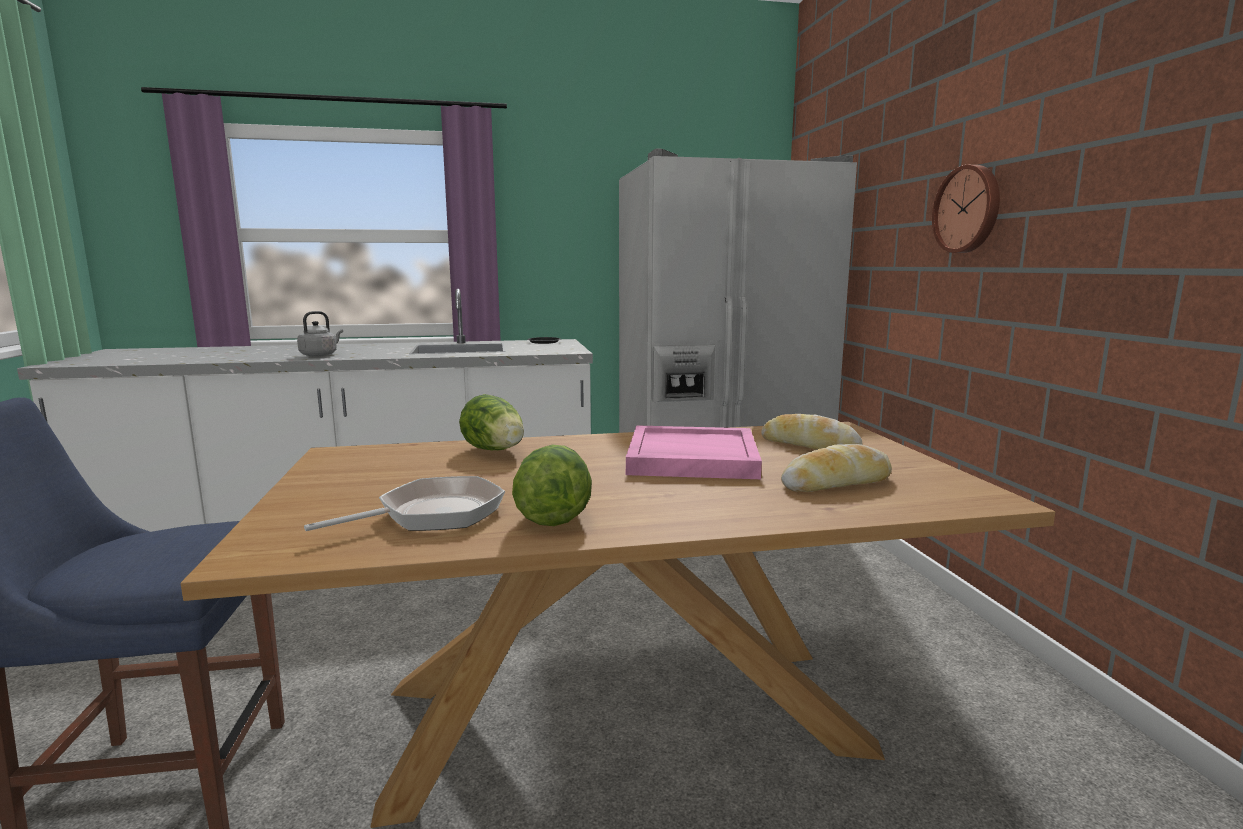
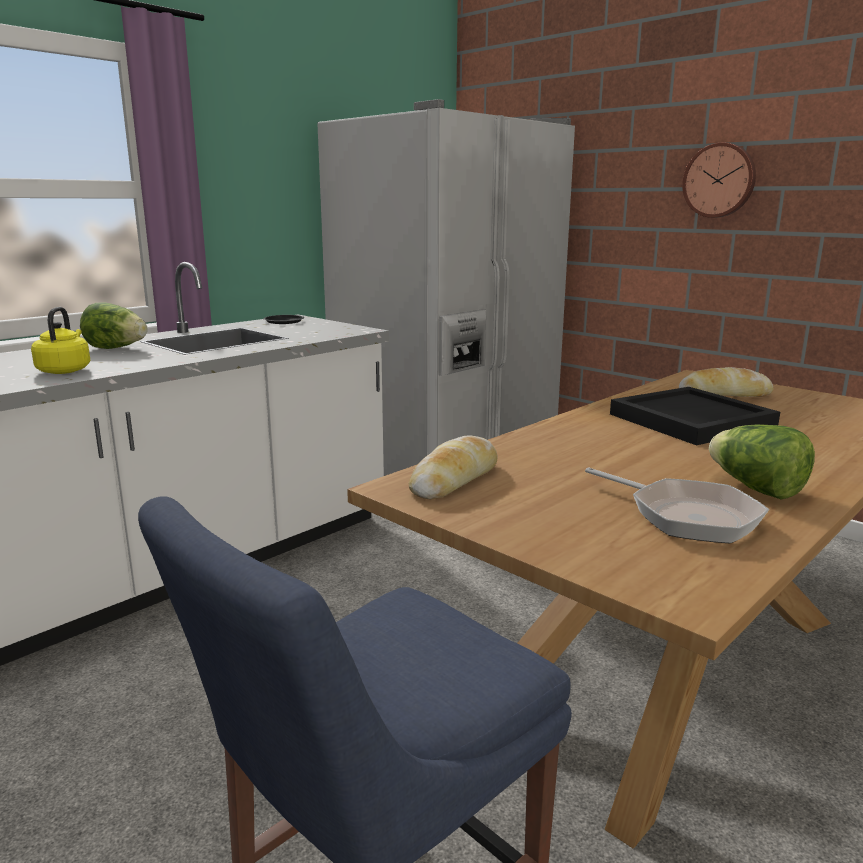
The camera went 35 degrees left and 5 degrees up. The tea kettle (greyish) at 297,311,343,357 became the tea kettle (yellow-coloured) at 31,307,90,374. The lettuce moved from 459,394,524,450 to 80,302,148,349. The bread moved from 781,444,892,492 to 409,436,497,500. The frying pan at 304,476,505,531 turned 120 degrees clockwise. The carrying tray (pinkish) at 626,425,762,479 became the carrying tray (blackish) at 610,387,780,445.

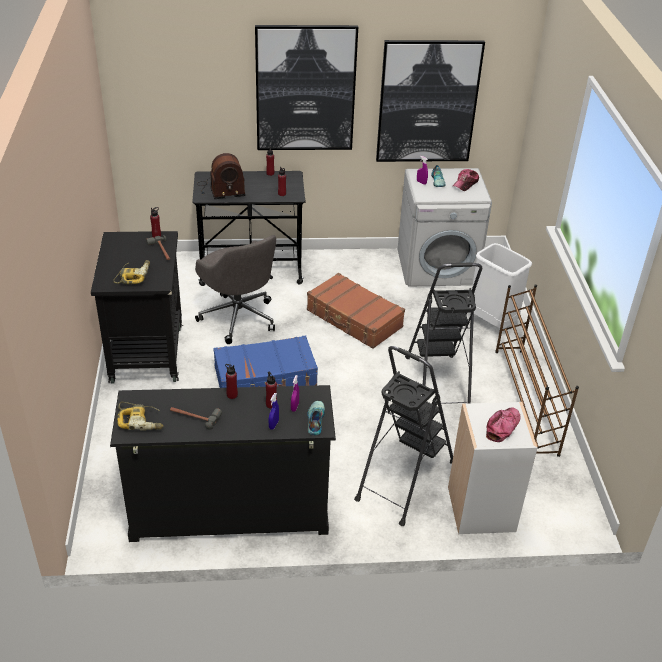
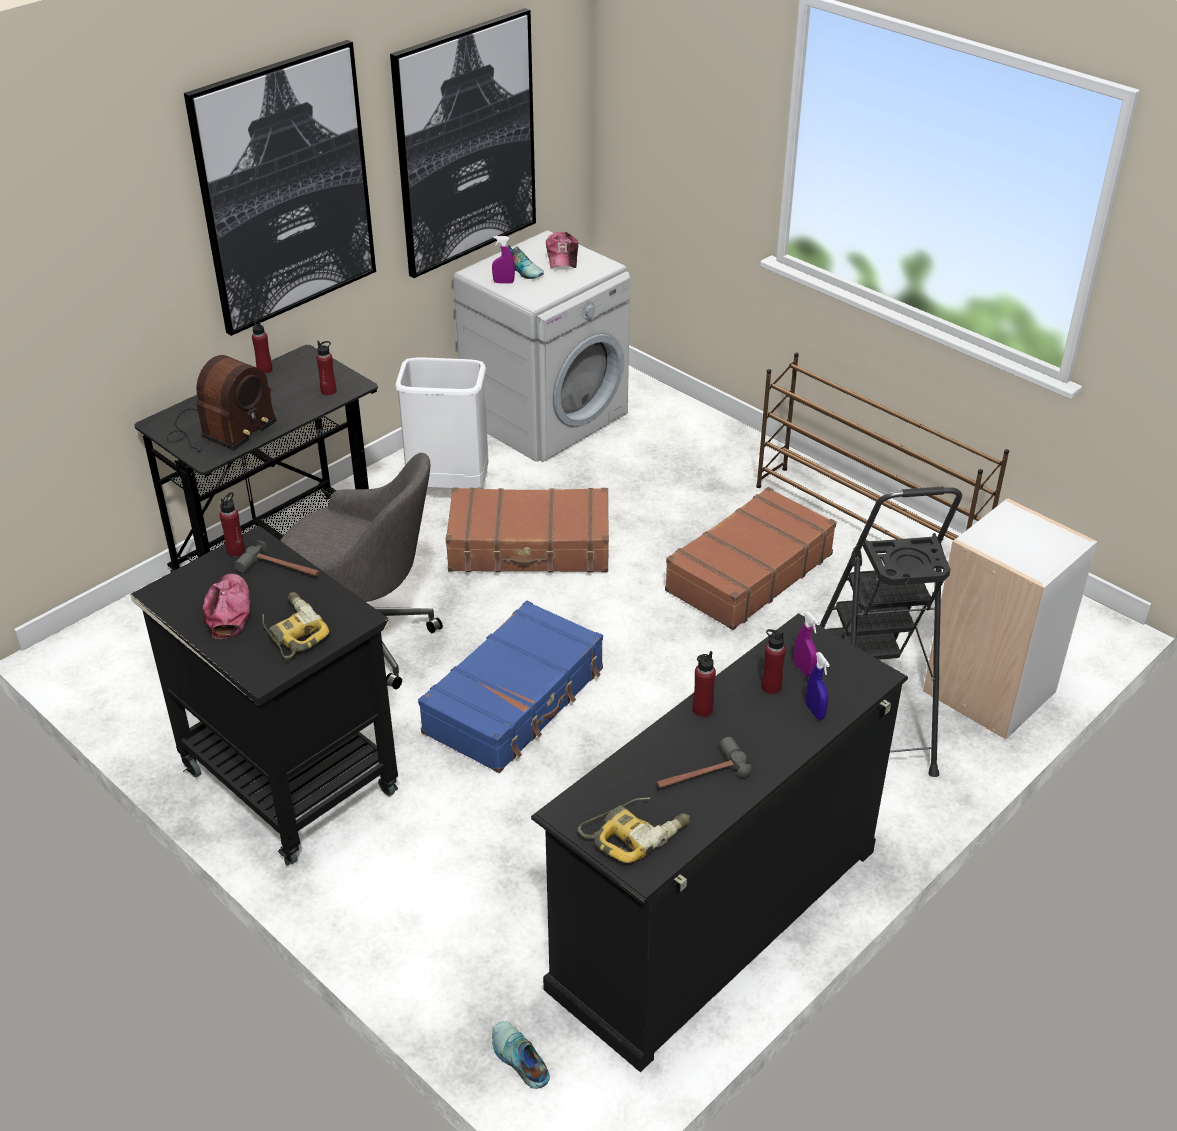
The camera went 40 degrees left and 0 degrees up. The baseball cap moved from 486,408,520,442 to 202,574,250,639. The trash can (white-coloured) moved from 469,243,532,328 to 395,358,489,488. The low shoe moved from 307,401,325,435 to 492,1021,550,1089. The step stool at 405,262,482,404 was replaced by the suitcase (brown) at 665,487,837,630.

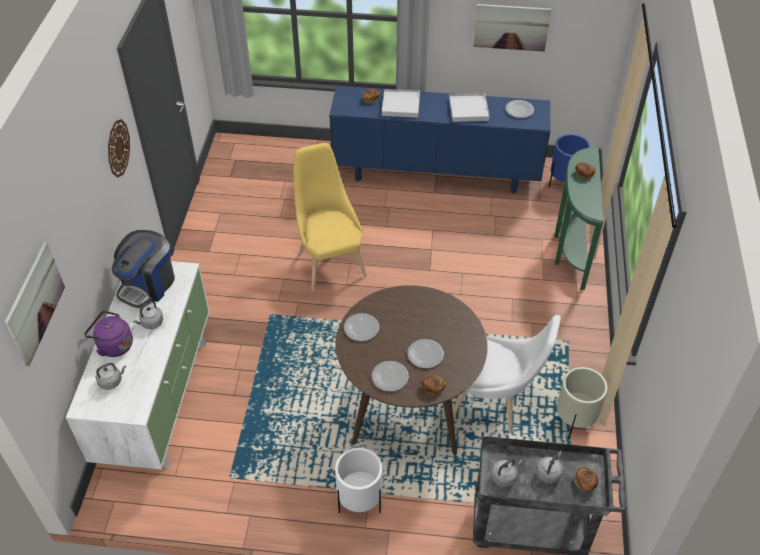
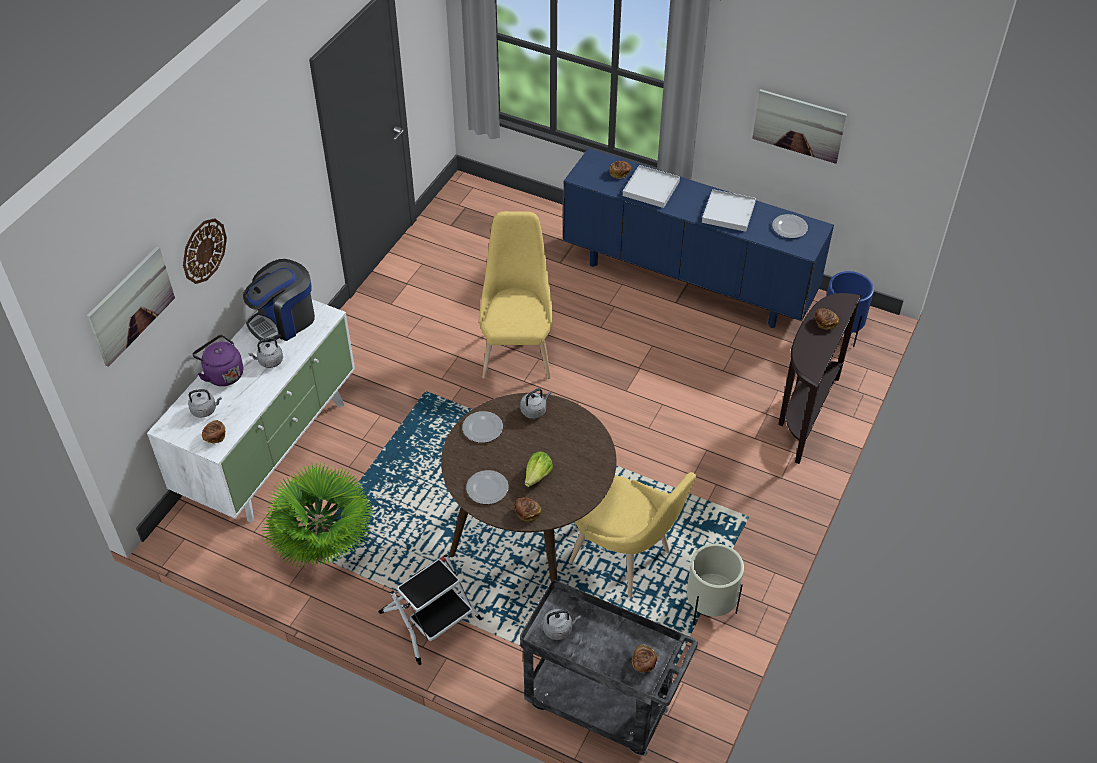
The camera went 20 degrees right and 0 degrees up. The clock on the wall moved from 108,119,130,178 to 183,218,227,284. The bread at 202,420,225,444 appeared. The potted plant at 262,463,374,568 appeared. The planter (white-coloured) at 335,448,383,513 was replaced by the step stool at 378,554,482,665. The tea kettle (greyish) moved from 536,451,563,484 to 520,388,551,419. The dinner plate at 407,339,444,368 was replaced by the lettuce at 525,451,553,487. The chair (white-coloured) at 453,315,561,432 became the chair (yellow-coloured) at 569,472,696,598. The narrow table (green) at 555,147,604,290 became the narrow table (brown) at 778,293,862,464.

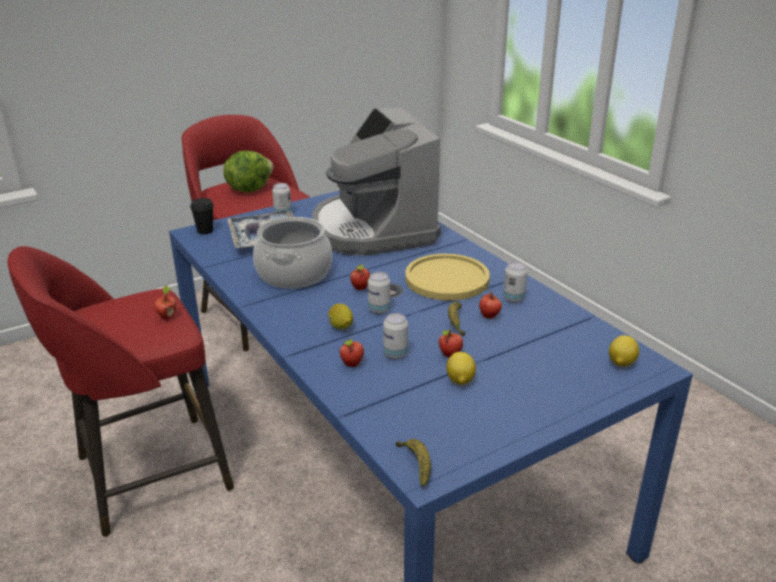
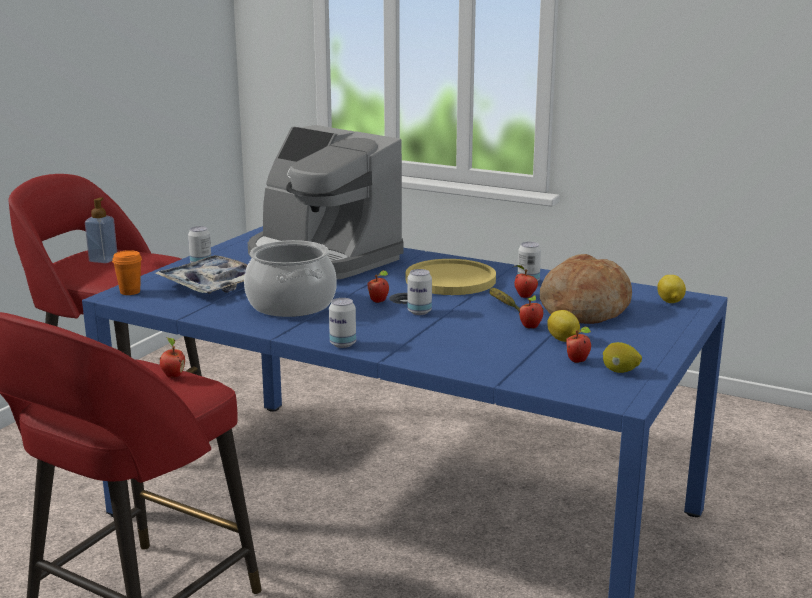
The camera went 30 degrees left and 10 degrees down. The lettuce at 223,151,273,192 was replaced by the soap dispenser at 85,197,117,263. The drinking cup (blackish) at 190,198,214,234 became the drinking cup (orange) at 112,250,142,295. The metal can moved from 383,313,408,359 to 329,298,356,348. The bread at 540,254,632,324 appeared. The apple fruit moved from 339,339,364,367 to 566,326,591,363. The citrus fruit moved from 328,304,353,329 to 603,342,642,373. The banana at 395,439,431,487 disappeared.

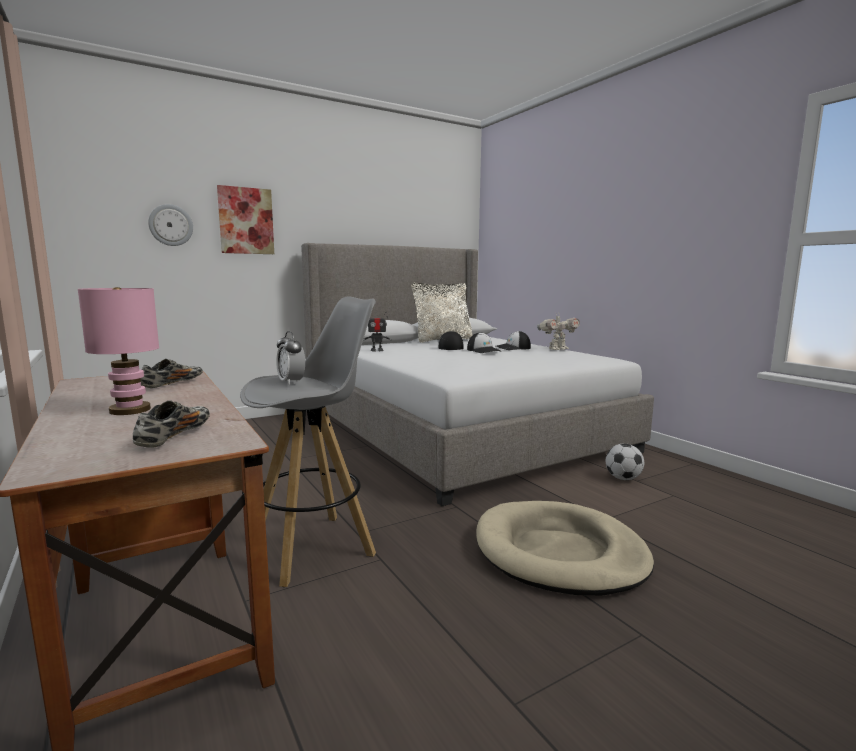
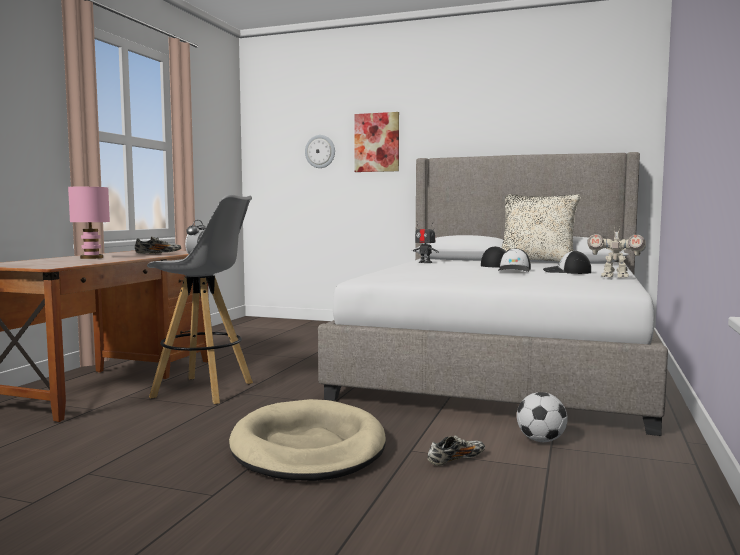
The camera went 50 degrees right and 5 degrees down. The low shoe moved from 133,401,210,448 to 428,435,485,466.

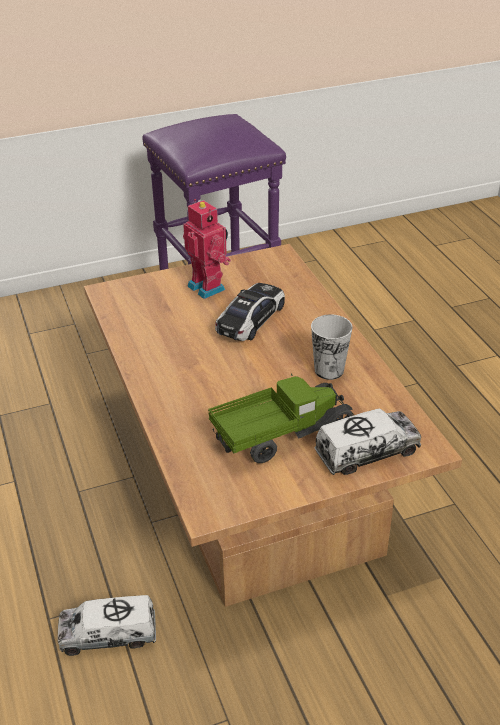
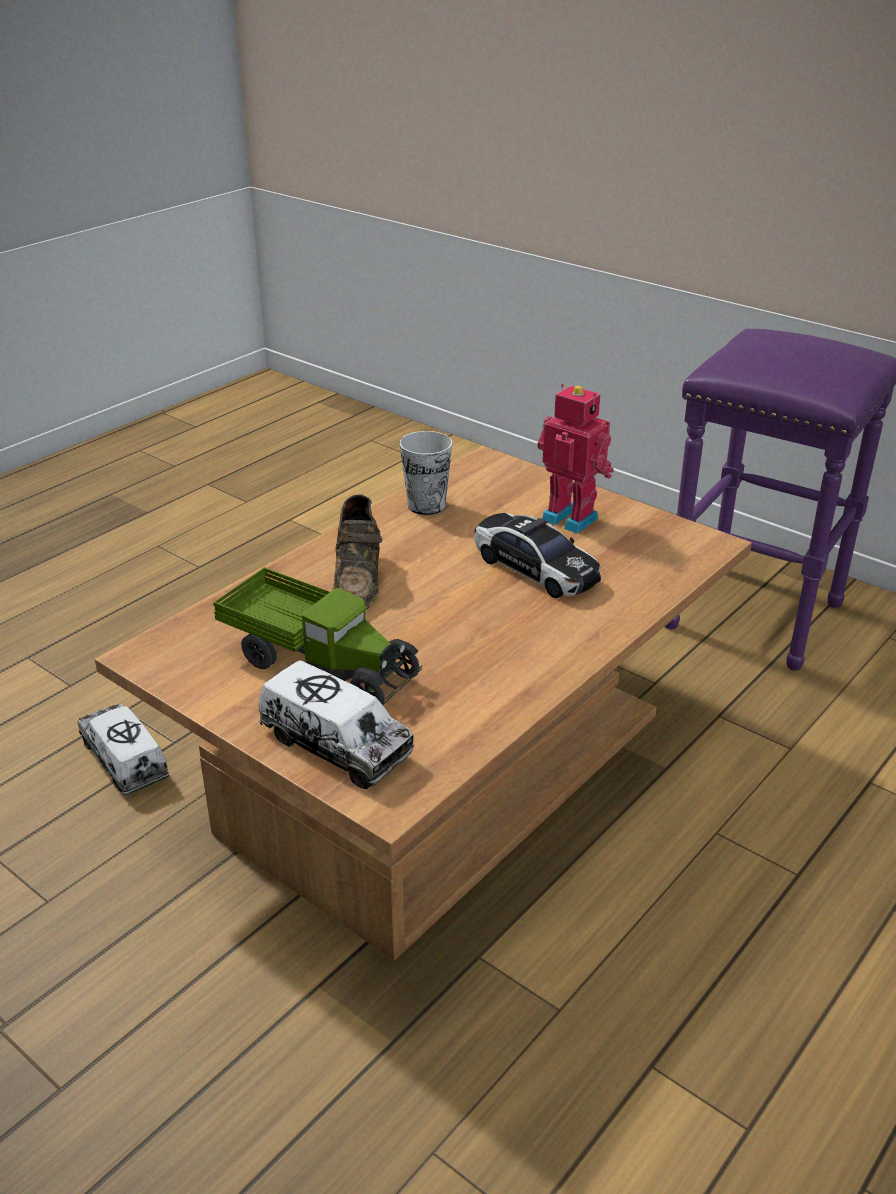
The camera went 60 degrees right and 5 degrees down. The low shoe (brown) at 333,495,383,609 appeared. The drinking cup moved from 311,315,353,380 to 399,431,452,515. The model car at 215,283,285,341 turned 45 degrees clockwise. The toy robot at 183,199,231,299 turned 75 degrees counterclockwise.

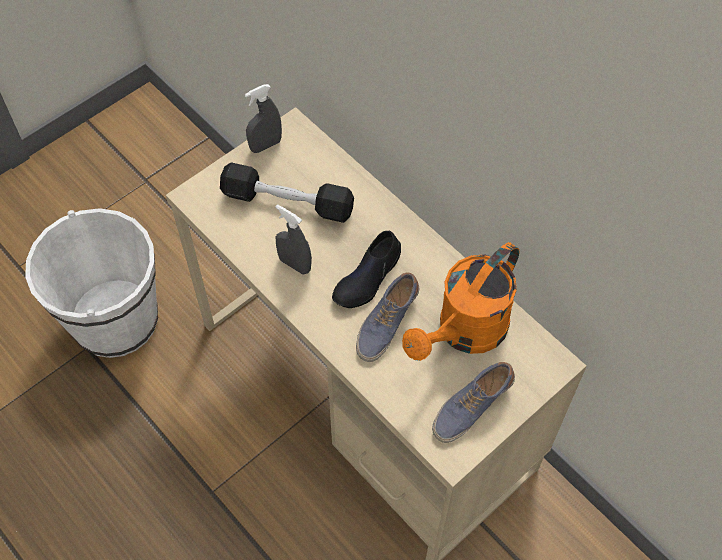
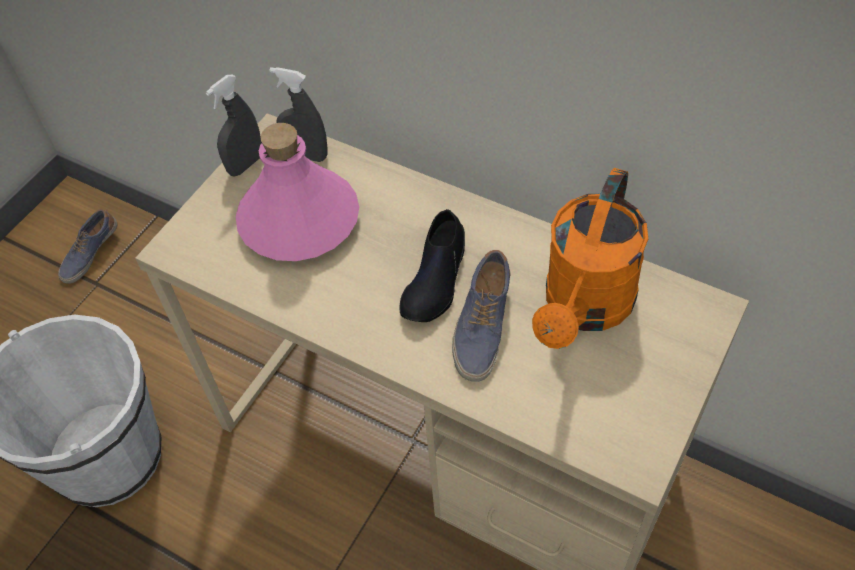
The camera went 15 degrees left and 5 degrees down. The low shoe moved from 432,362,515,443 to 58,209,118,284. The dumbbell (blackish) at 220,163,354,223 was replaced by the bottle (pinkish) at 236,123,359,261. The spray bottle (greyish) moved from 275,204,312,275 to 270,67,328,162.

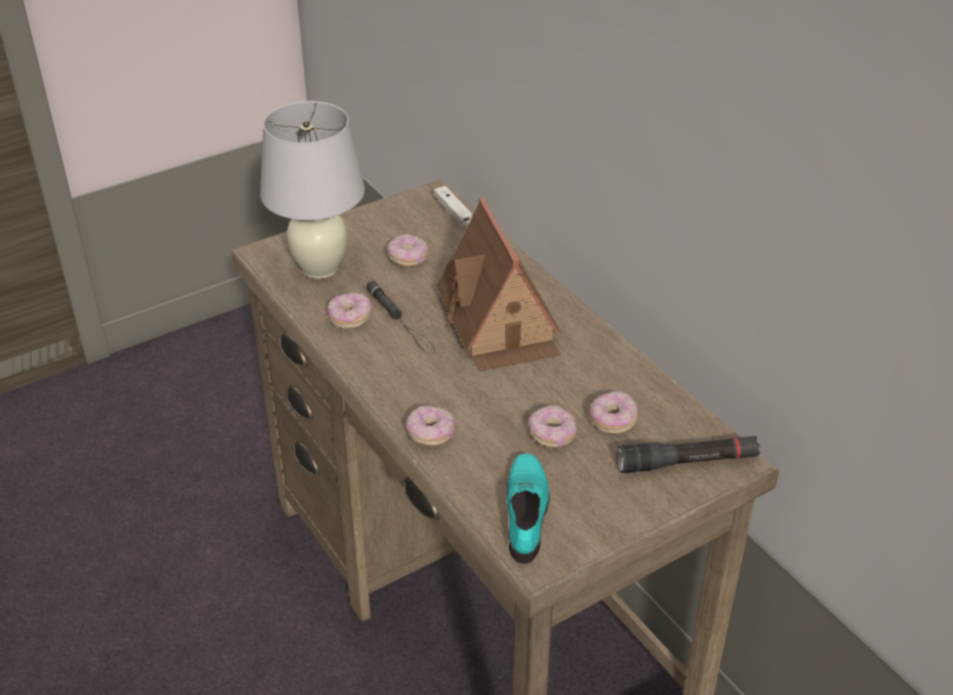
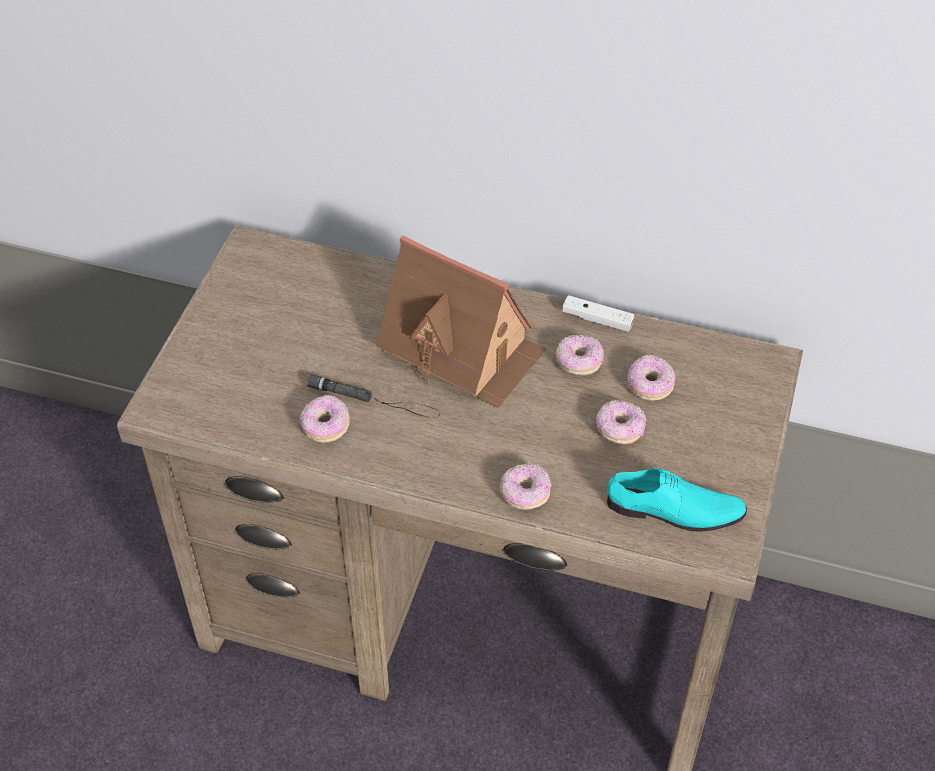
The camera went 40 degrees left and 10 degrees up. The donut moved from 387,234,428,267 to 556,335,604,375. The joypad (white-coloured) moved from 434,186,472,226 to 562,295,634,332. The low shoe (turquoise-coloured) at 507,453,550,564 turned 135 degrees clockwise. The tabletop lamp (white-coloured) at 260,101,365,279 disappeared. The torch (blackish) at 617,436,760,473 disappeared.

